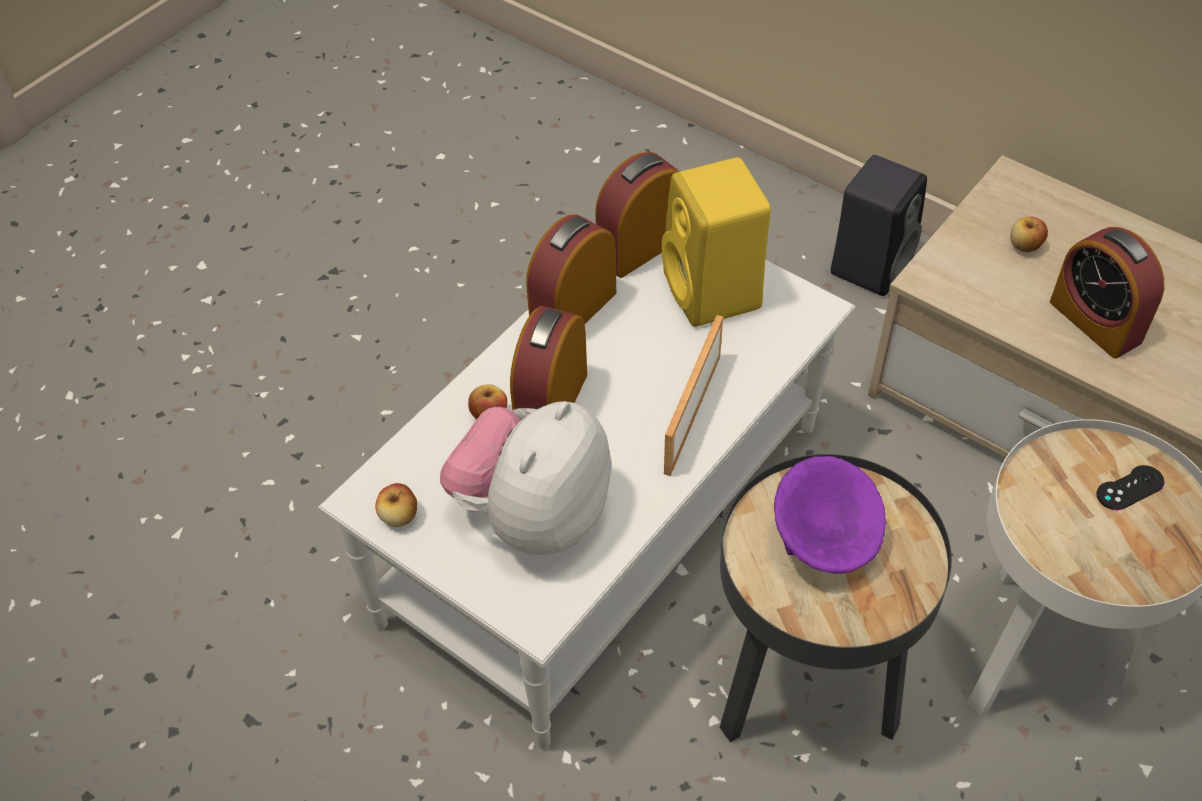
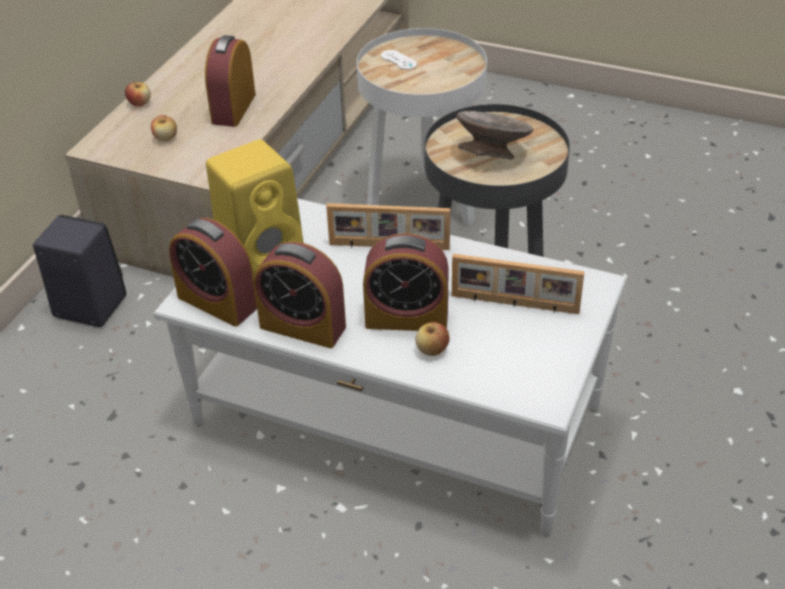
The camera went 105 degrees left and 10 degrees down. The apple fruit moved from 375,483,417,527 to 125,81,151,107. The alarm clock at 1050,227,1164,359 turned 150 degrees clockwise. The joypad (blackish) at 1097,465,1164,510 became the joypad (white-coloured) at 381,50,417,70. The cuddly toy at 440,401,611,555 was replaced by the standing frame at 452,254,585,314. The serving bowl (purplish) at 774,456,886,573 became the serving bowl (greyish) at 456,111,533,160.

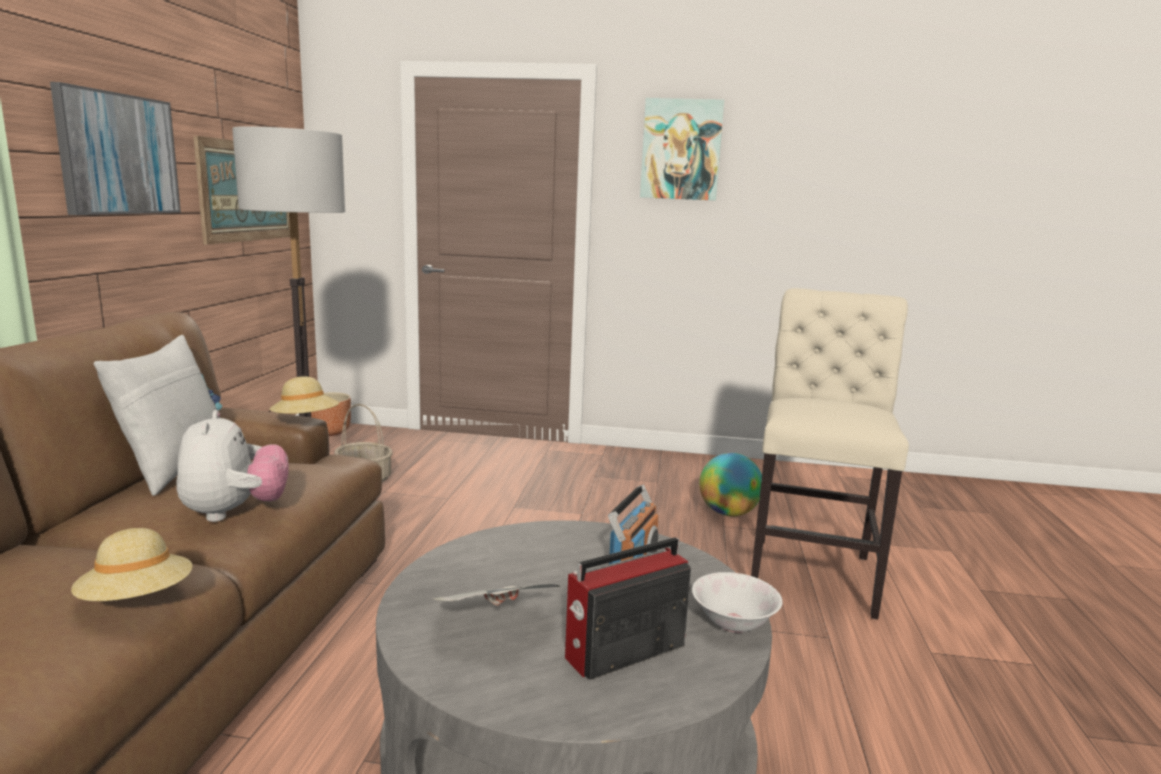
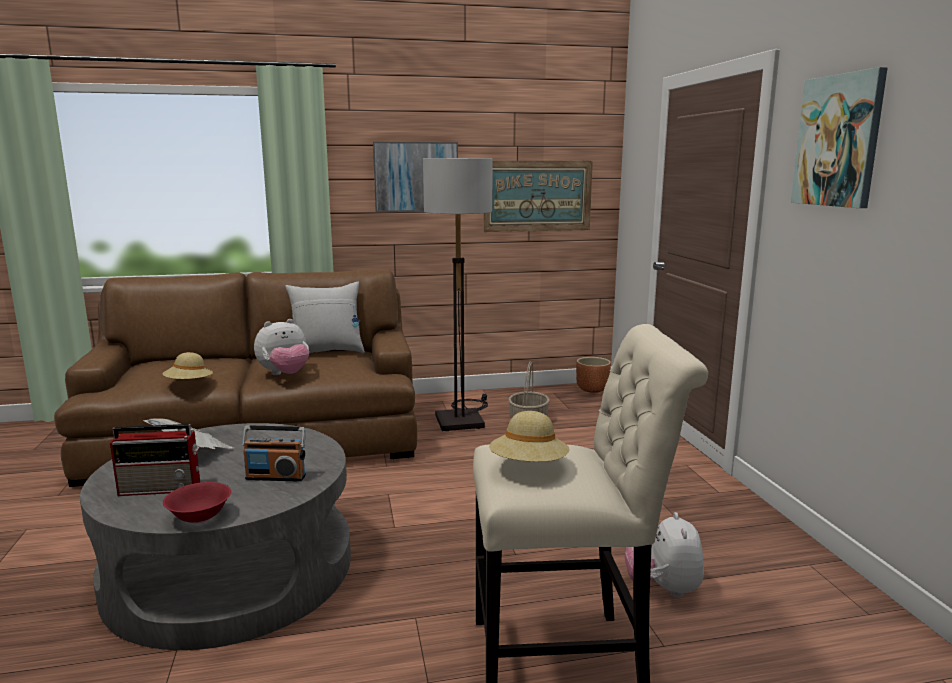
The camera went 70 degrees right and 0 degrees up. The radio receiver at 565,537,691,680 turned 135 degrees clockwise. The serving bowl (white-coloured) at 692,572,783,633 became the serving bowl (red) at 163,482,231,524. The wearable hat (sand-coloured) moved from 270,376,340,414 to 489,411,569,462. The globe at 699,453,762,516 was replaced by the cuddly toy at 625,512,704,598.

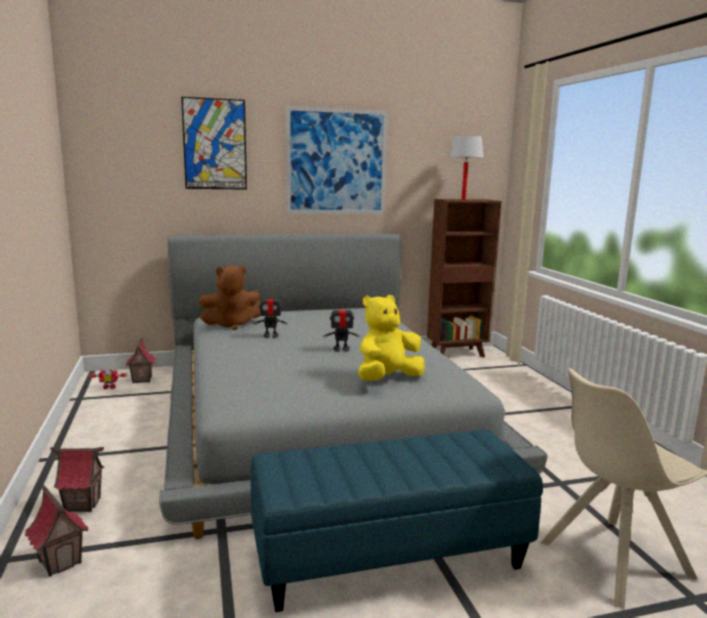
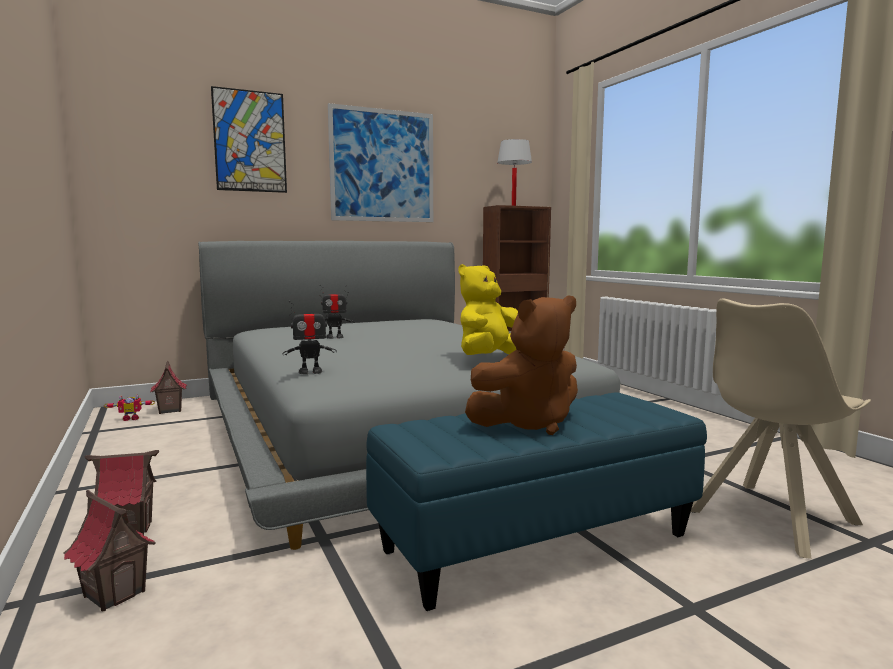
The camera went 10 degrees left and 5 degrees down. The toy robot moved from 323,301,360,352 to 283,301,337,375. The cuddly toy (brown) moved from 199,266,261,330 to 465,295,578,435.

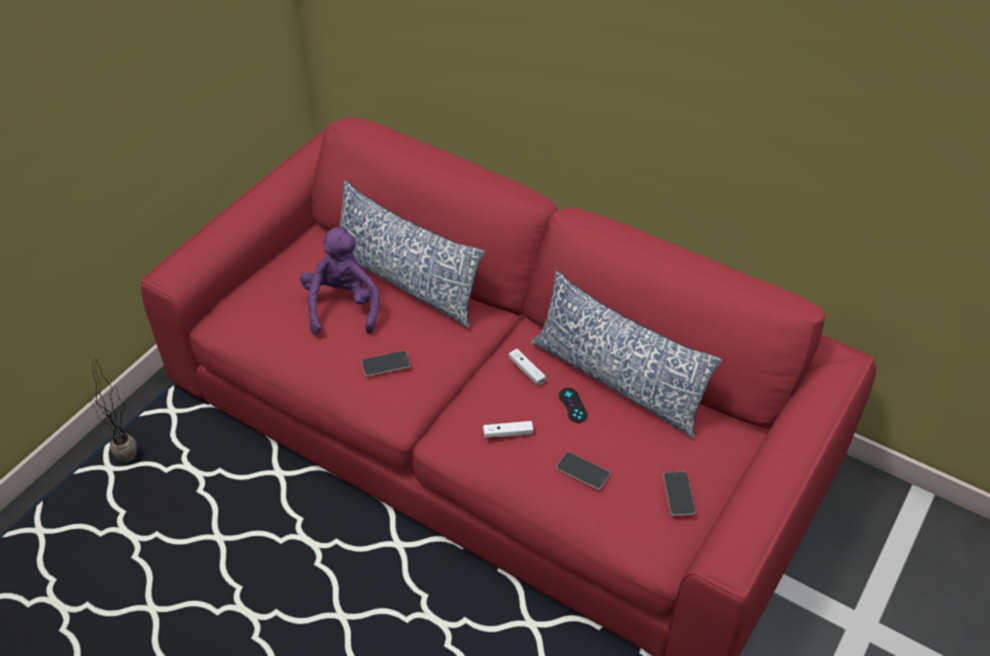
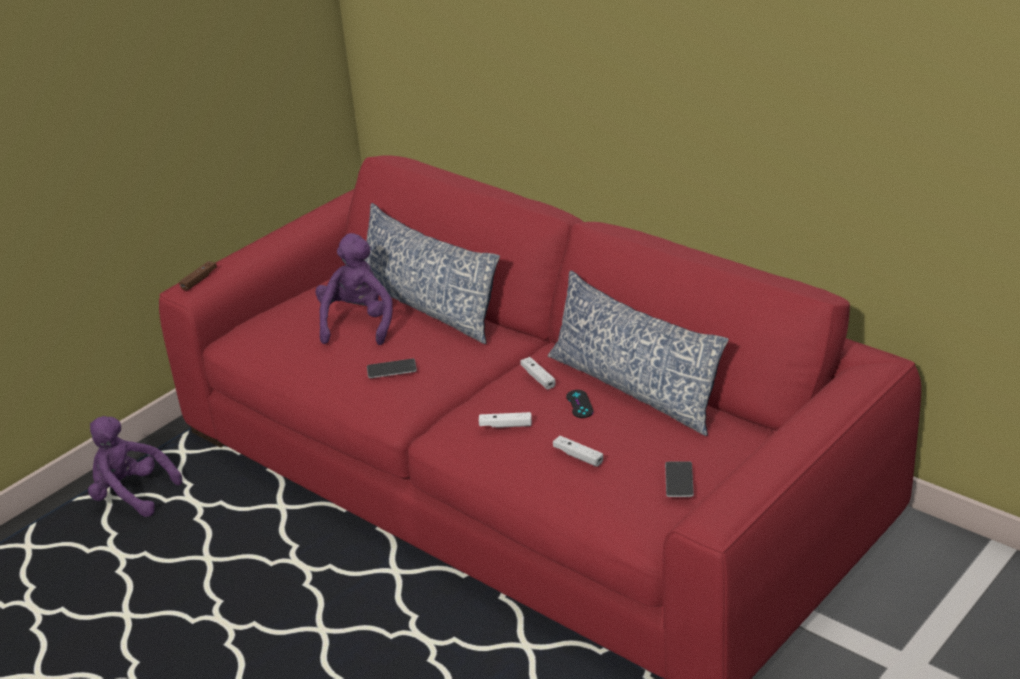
The camera went 10 degrees right and 15 degrees down. The potted plant at 88,358,137,463 was replaced by the cuddly toy (purplish) at 88,416,182,517. The joypad (brown) at 179,261,217,291 appeared. The handset at 556,452,610,490 was replaced by the joypad (white-coloured) at 553,436,603,467.

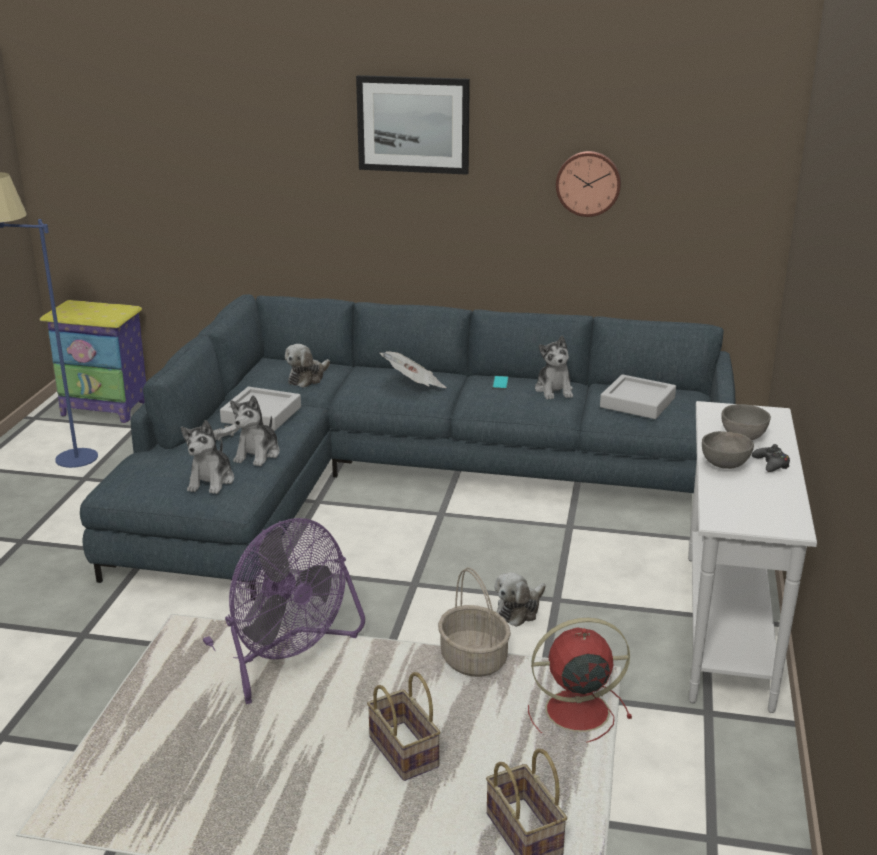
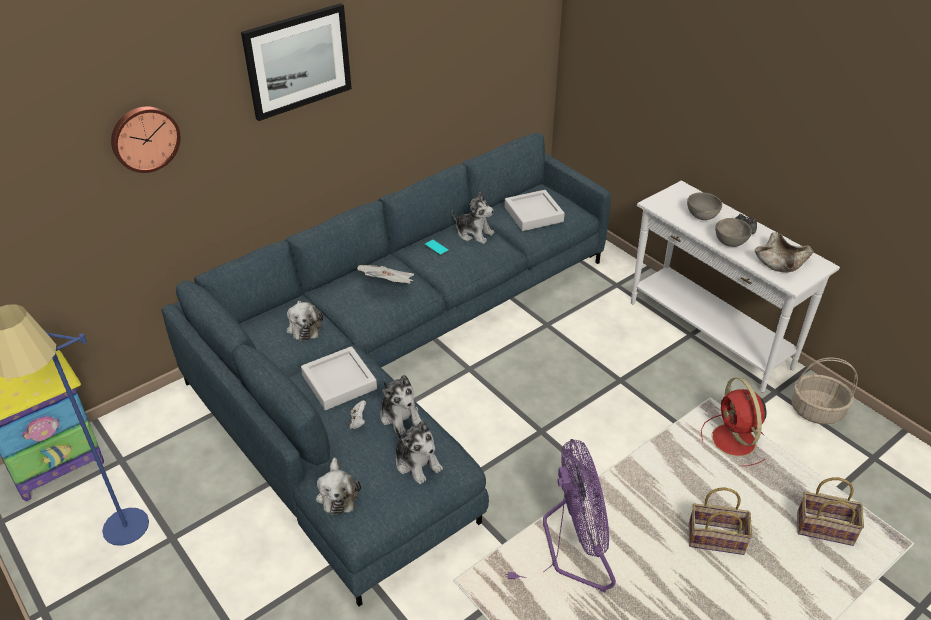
The camera went 50 degrees left and 15 degrees up. The clock on the wall moved from 556,151,621,217 to 111,106,181,173. The cuddly toy moved from 495,572,545,627 to 316,458,361,515. The cooling fan (red) at 528,618,632,743 turned 45 degrees counterclockwise. The serving bowl (sand-coloured) at 755,232,814,273 appeared. The basket moved from 438,568,511,677 to 791,358,858,424.

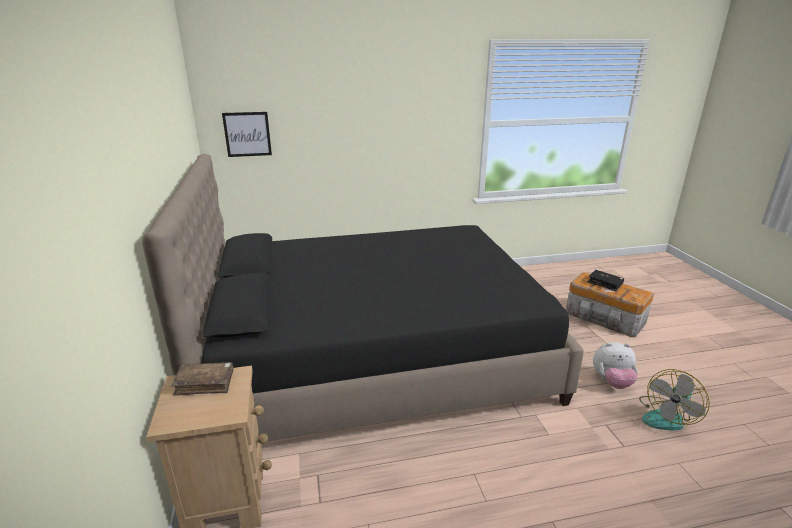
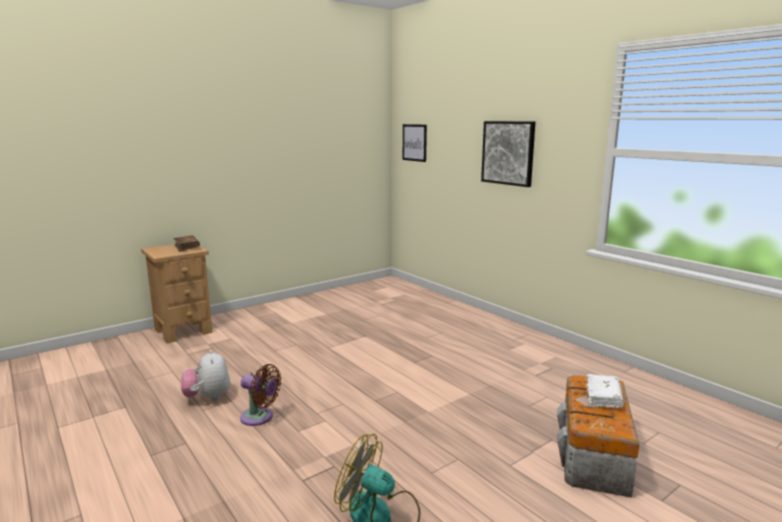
The camera went 65 degrees right and 10 degrees down. The cuddly toy moved from 593,342,638,389 to 180,350,230,401. The cooling fan (brown) at 240,364,281,426 appeared. The wall art at 481,121,535,187 appeared. The volume (blackish) at 588,270,624,292 became the volume (white-coloured) at 586,374,624,408. The sleeping bed (blackish) at 142,154,584,441 disappeared.

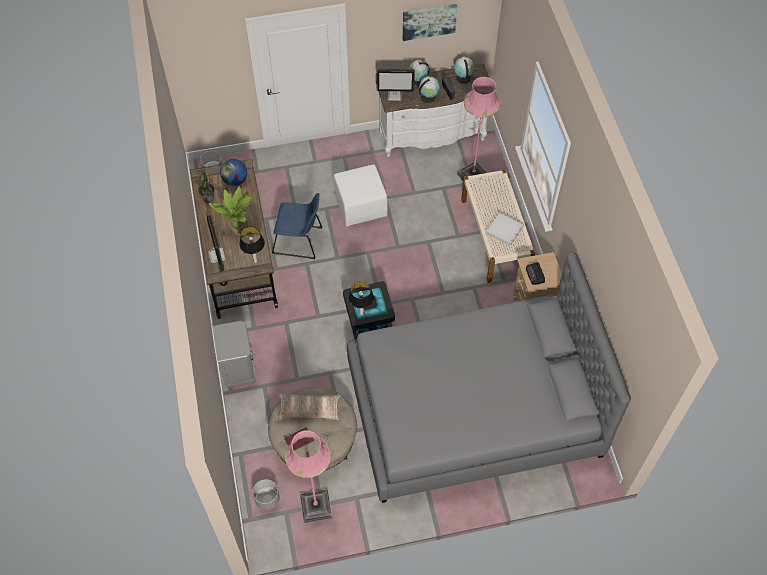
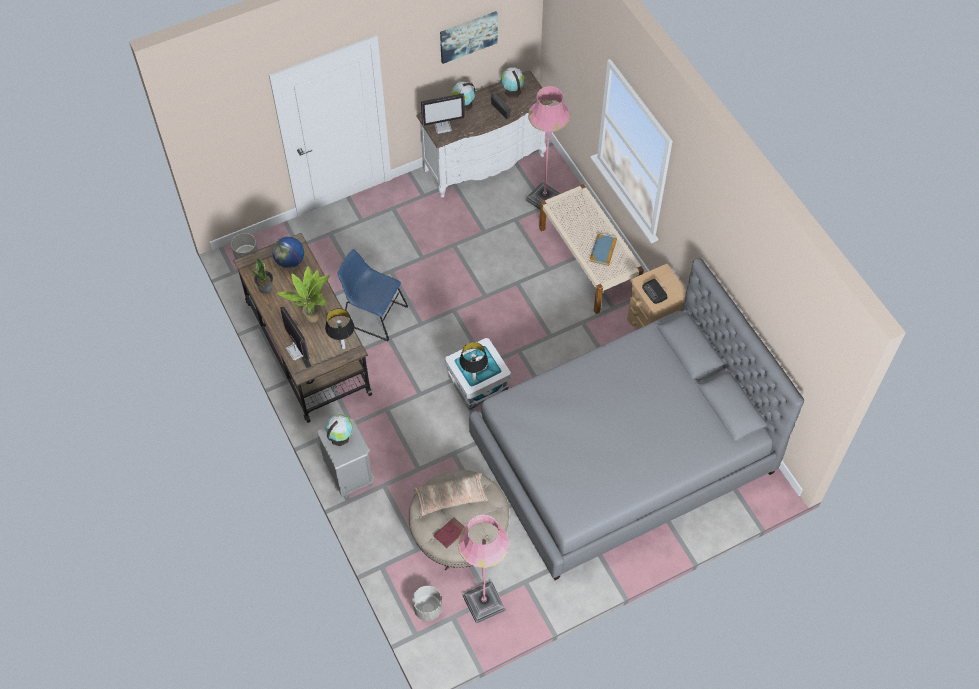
The camera went 15 degrees left and 0 degrees up. The globe moved from 419,76,440,103 to 325,414,353,446. The chair (bluish) at 272,193,322,259 turned 150 degrees counterclockwise. The storage bin (blackish) at 343,281,395,340 became the storage bin (white-coloured) at 445,338,511,410. The carrying tray (white-coloured) at 485,212,524,246 was replaced by the volume at 590,234,617,266. The footrest (white-coloured) at 334,164,388,226 disappeared.

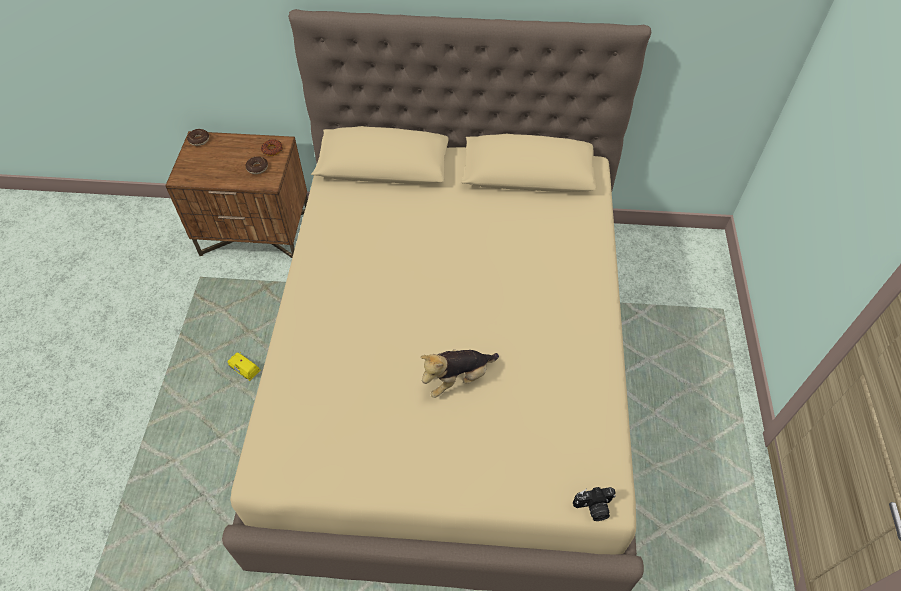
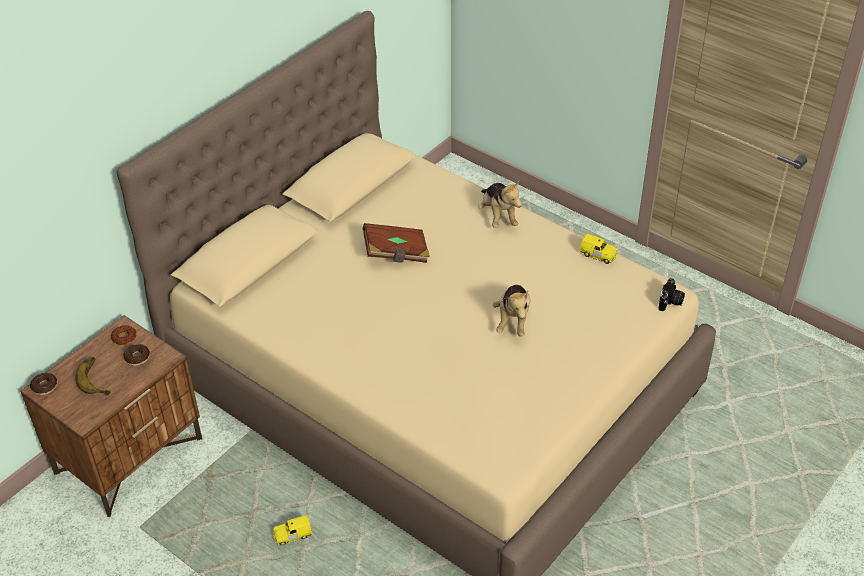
The camera went 55 degrees left and 10 degrees down. The banana at 75,357,110,395 appeared. The volume (brown) at 363,223,430,263 appeared. The cuddly toy at 478,181,522,228 appeared. The model car (yellow-coloured) at 579,234,618,264 appeared.

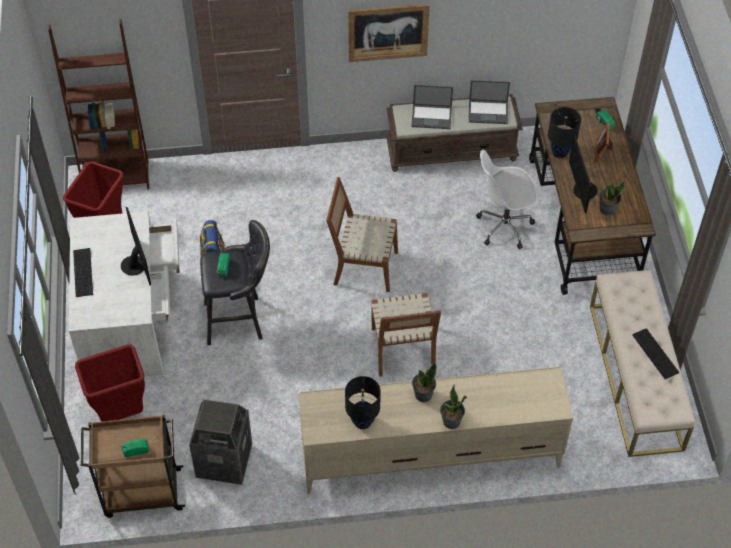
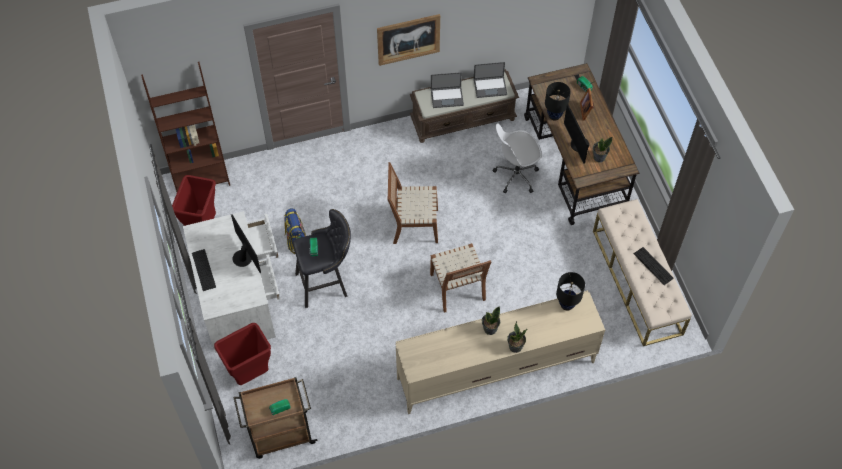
The camera went 10 degrees left and 5 degrees up. The tabletop lamp (blackish) moved from 345,376,381,429 to 556,272,585,311. The trash can at 189,399,252,485 disappeared.

